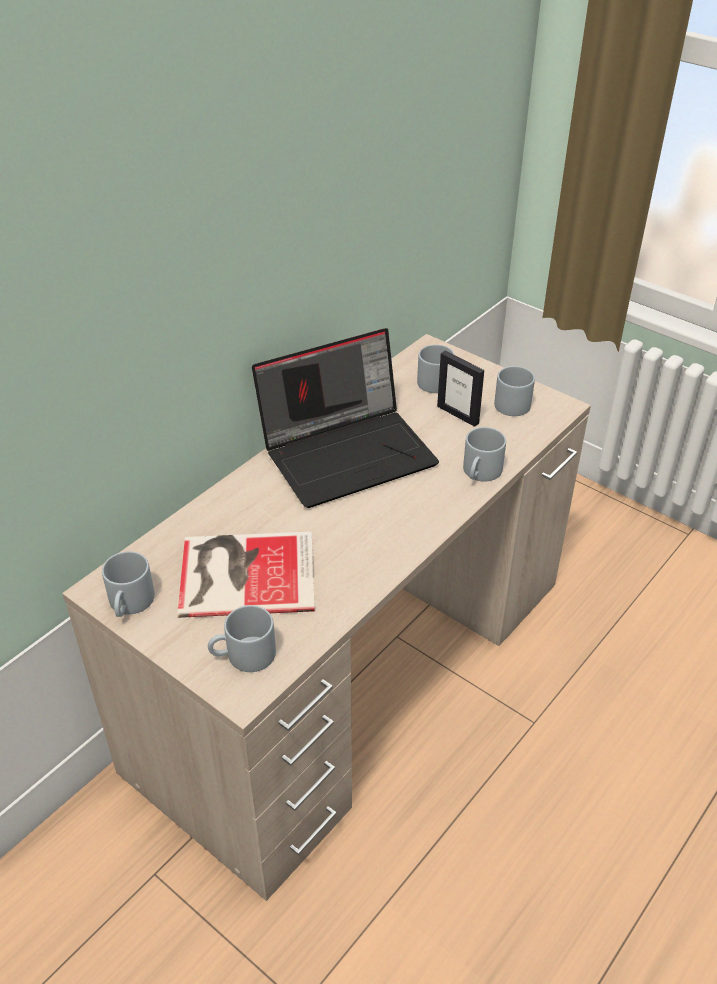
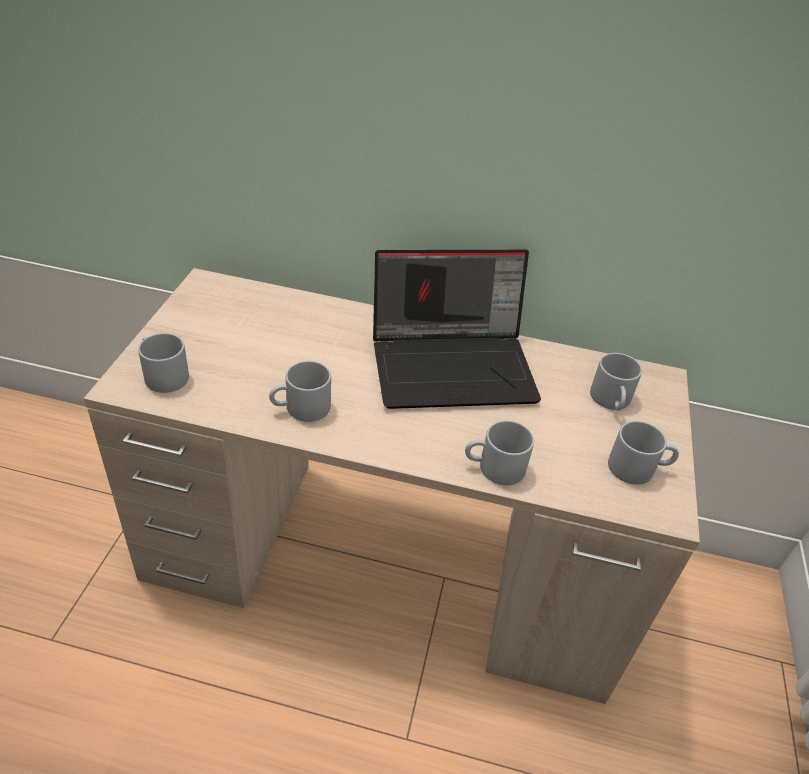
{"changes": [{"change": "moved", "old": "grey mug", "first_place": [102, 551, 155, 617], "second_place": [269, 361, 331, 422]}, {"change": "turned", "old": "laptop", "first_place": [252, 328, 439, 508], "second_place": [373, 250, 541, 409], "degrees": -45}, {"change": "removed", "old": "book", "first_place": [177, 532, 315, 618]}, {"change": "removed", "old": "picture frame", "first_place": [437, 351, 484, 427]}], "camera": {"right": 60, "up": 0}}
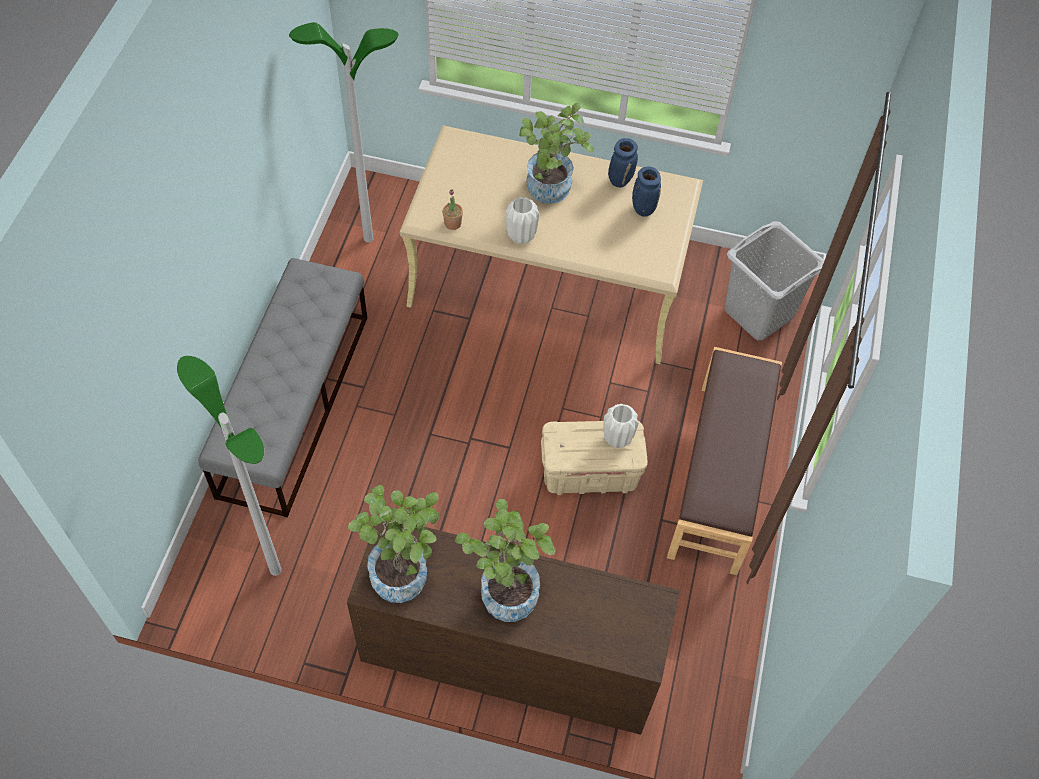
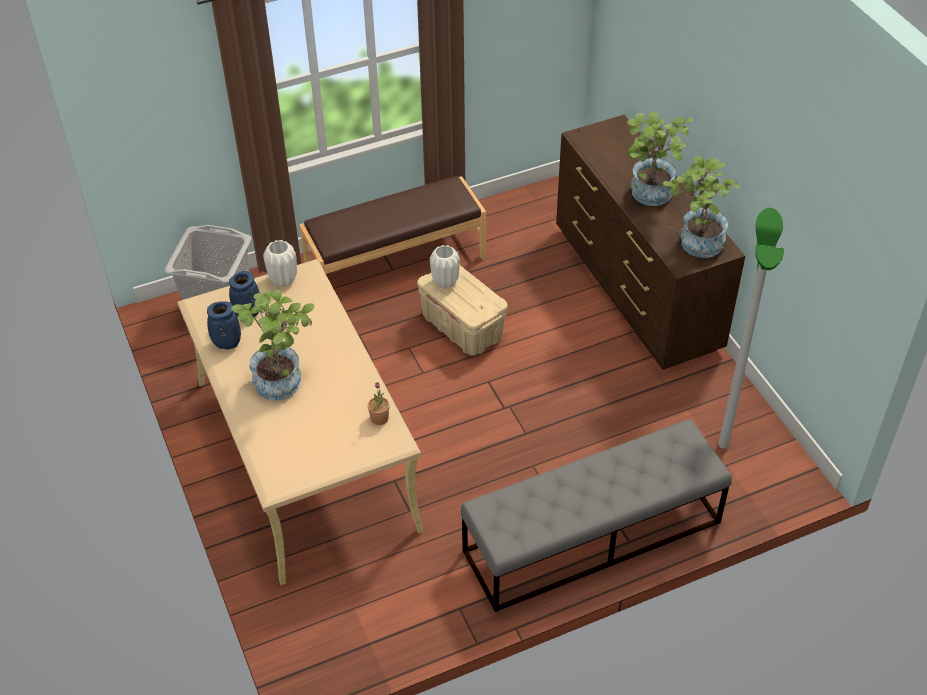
{"changes": [{"change": "moved", "old": "white vase", "first_place": [505, 197, 539, 244], "second_place": [263, 240, 297, 287]}, {"change": "removed", "old": "floor lamp", "first_place": [289, 22, 399, 242]}], "camera": {"right": -125, "up": -10}}
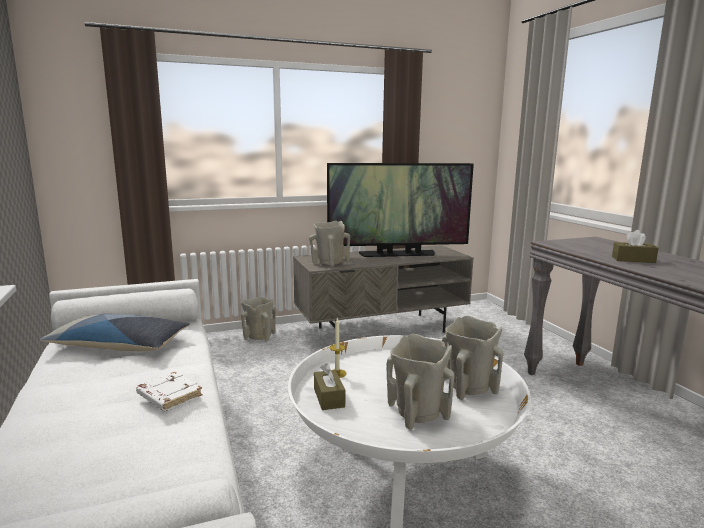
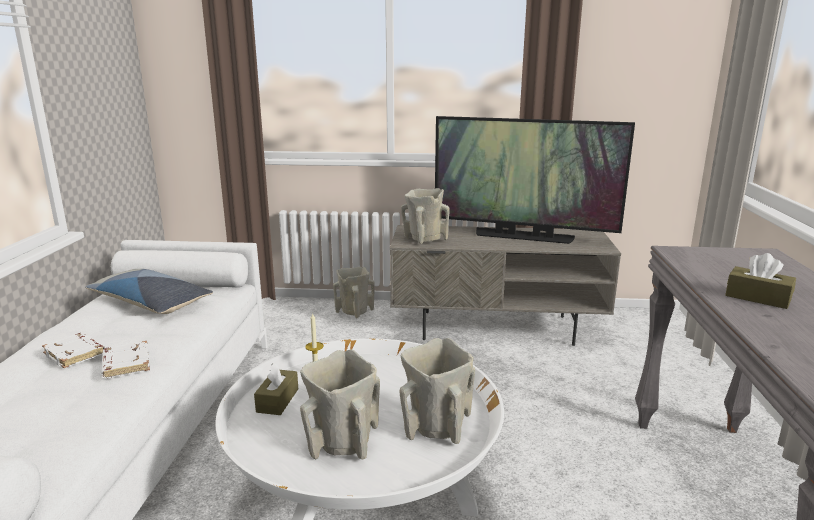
{"changes": [{"change": "added", "new": "white book", "second_place": [42, 333, 105, 368]}], "camera": {"right": 25, "up": 5}}
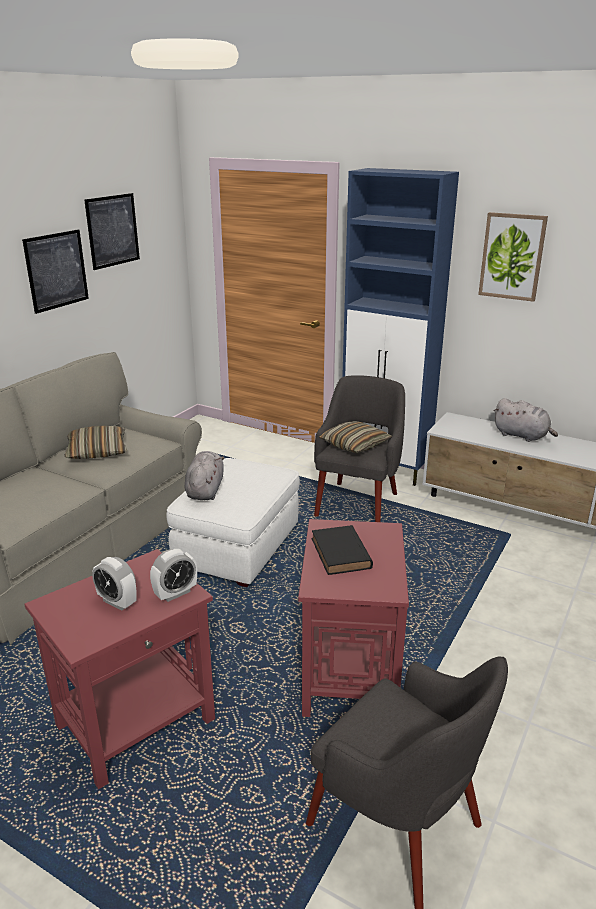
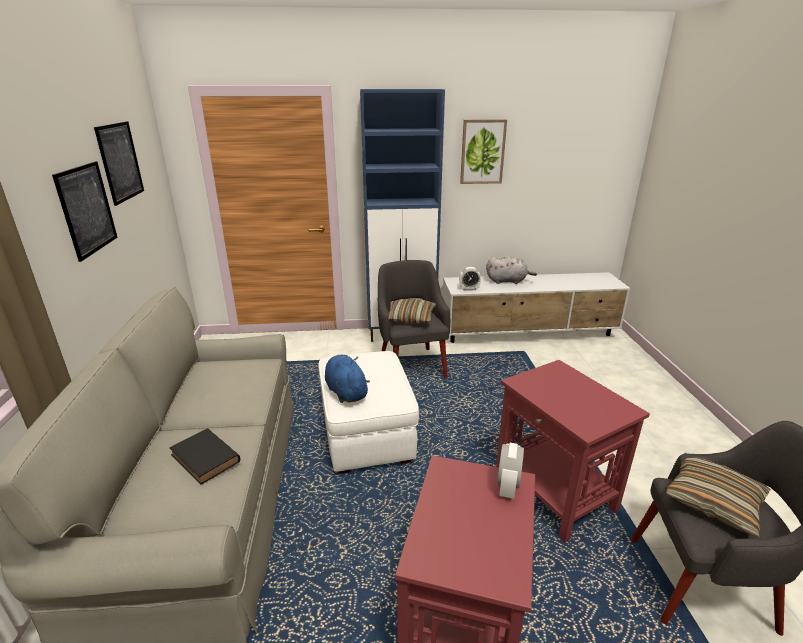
{"changes": [{"change": "moved", "old": "black book", "first_place": [312, 525, 373, 575], "second_place": [170, 428, 240, 485]}, {"change": "recoloured", "old": "grey plush toy", "new": "blue plush toy", "first_place": [184, 451, 224, 500], "second_place": [325, 355, 370, 403]}, {"change": "moved", "old": "alarm clock", "first_place": [92, 557, 137, 611], "second_place": [459, 267, 481, 290]}, {"change": "moved", "old": "pillow", "first_place": [65, 426, 127, 459], "second_place": [666, 453, 771, 537]}], "camera": {"right": -35, "up": 0}}
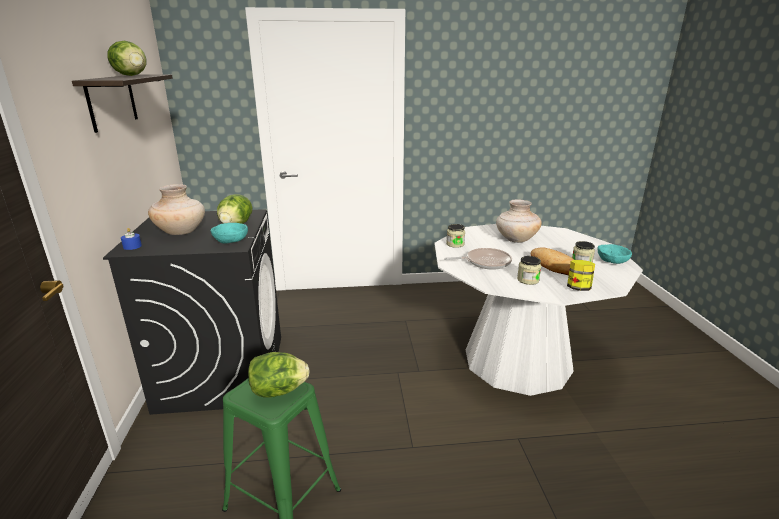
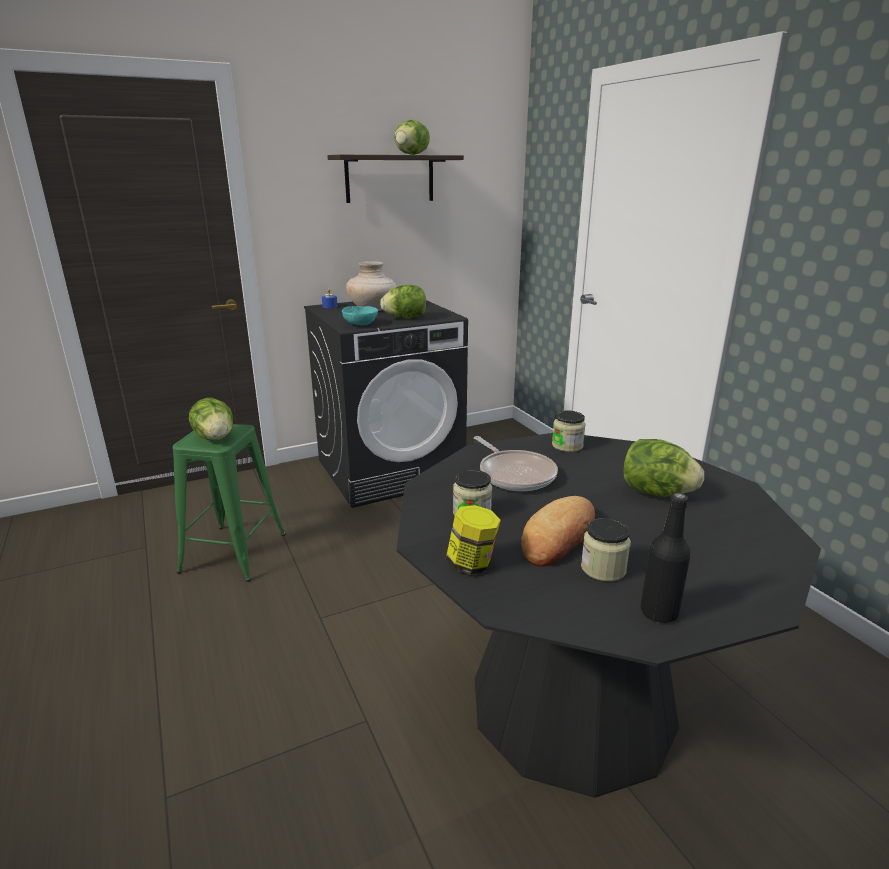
{"changes": [{"change": "recoloured", "old": "white dining table", "new": "black dining table", "first_place": [435, 224, 643, 396], "second_place": [397, 433, 821, 798]}, {"change": "replaced", "old": "beige vase", "new": "lettuce", "first_place": [496, 199, 542, 243], "second_place": [623, 439, 704, 497]}, {"change": "replaced", "old": "turquoise bowl", "new": "black bottle", "first_place": [597, 244, 632, 264], "second_place": [641, 493, 691, 623]}], "camera": {"right": 70, "up": 0}}
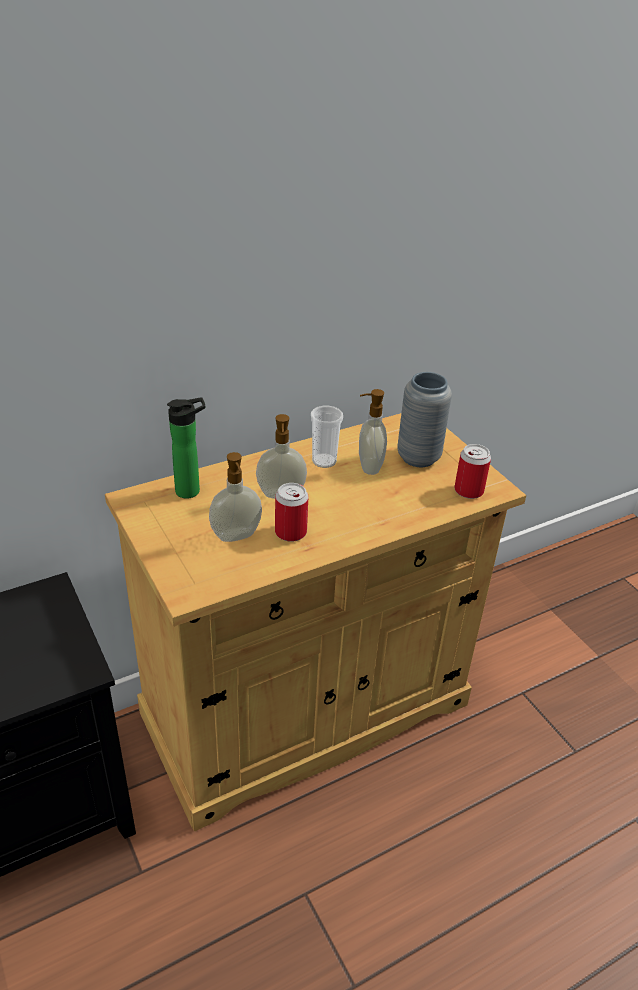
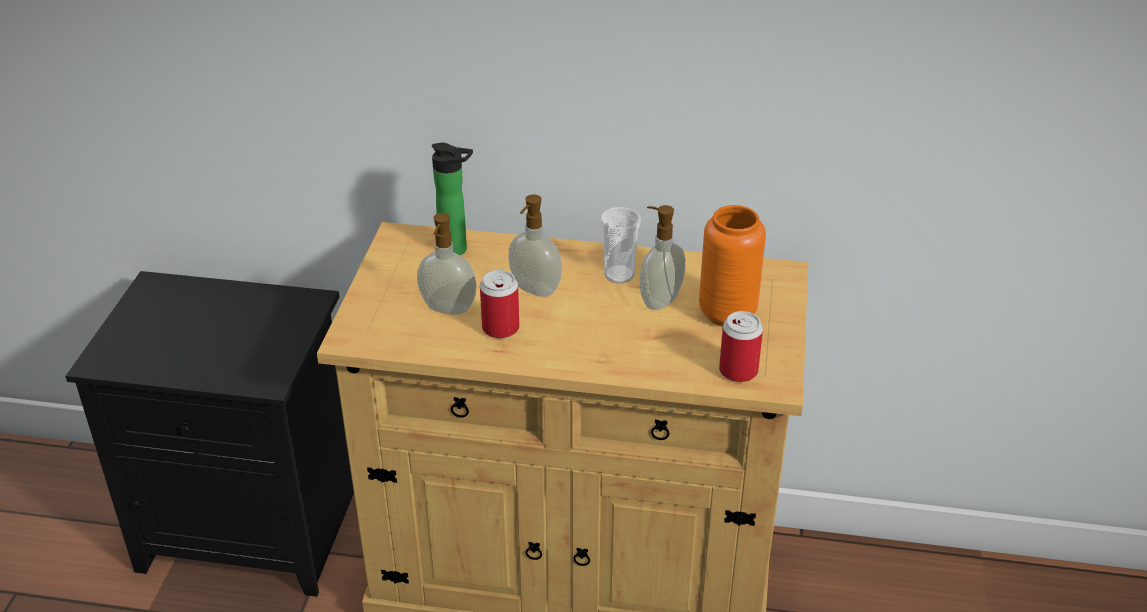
{"changes": [{"change": "recoloured", "old": "grey vase", "new": "orange vase", "first_place": [397, 372, 452, 467], "second_place": [699, 205, 766, 326]}], "camera": {"right": 40, "up": 0}}
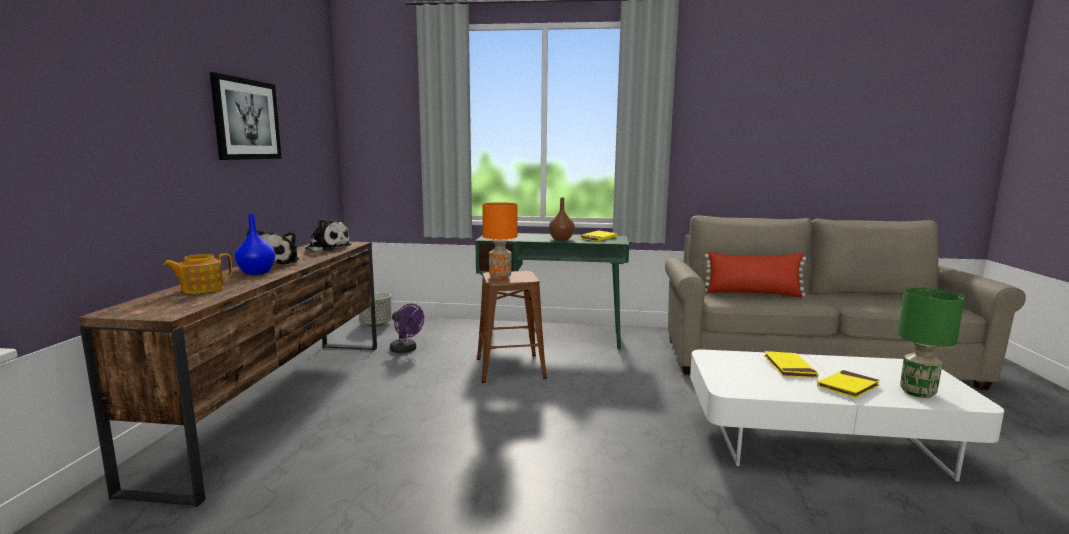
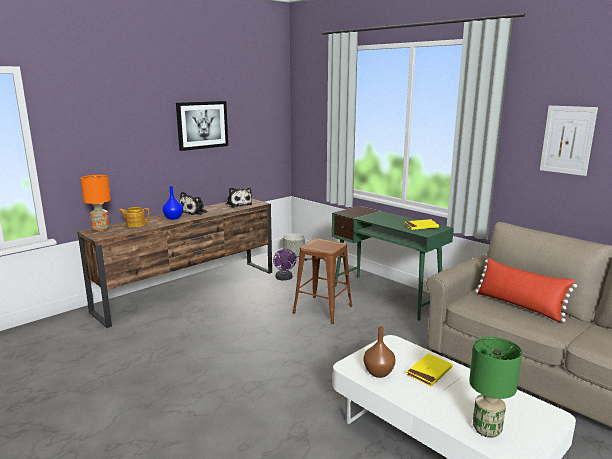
{"changes": [{"change": "moved", "old": "orange table lamp", "first_place": [482, 202, 517, 279], "second_place": [80, 175, 111, 232]}, {"change": "moved", "old": "brown vase", "first_place": [549, 197, 575, 241], "second_place": [364, 326, 395, 378]}, {"change": "added", "new": "picture", "second_place": [540, 106, 598, 176]}, {"change": "removed", "old": "yellow book", "first_place": [817, 370, 880, 398]}], "camera": {"right": 40, "up": 5}}
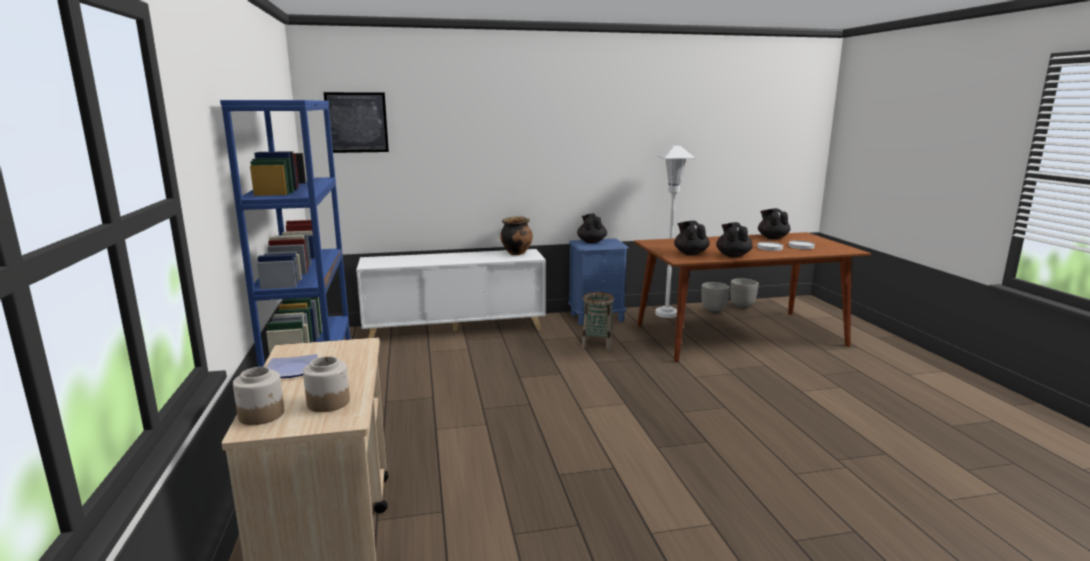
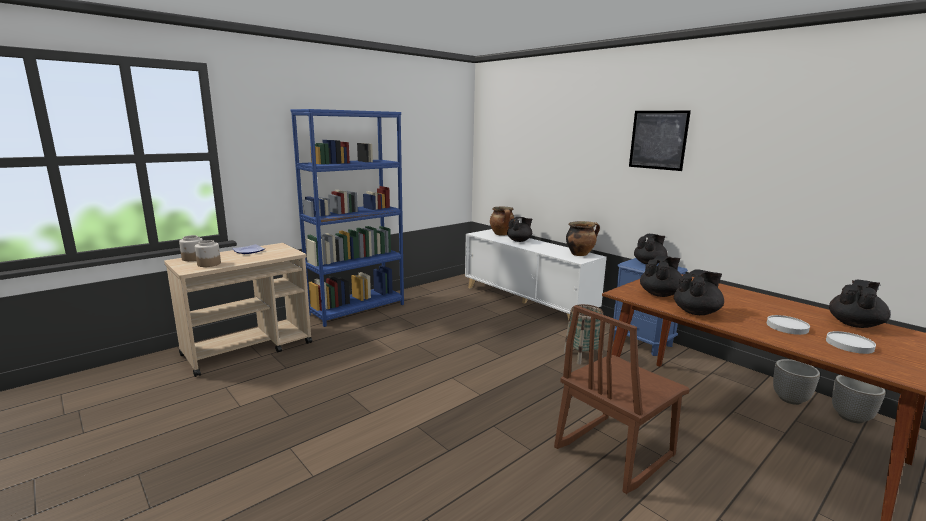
{"changes": [{"change": "added", "new": "cooking pot", "second_place": [490, 207, 515, 236]}, {"change": "added", "new": "black teapot", "second_place": [507, 217, 532, 242]}, {"change": "added", "new": "brown chair", "second_place": [554, 305, 690, 494]}, {"change": "moved", "old": "picture", "first_place": [324, 92, 389, 153], "second_place": [629, 111, 691, 171]}, {"change": "removed", "old": "white floor lamp", "first_place": [655, 146, 696, 318]}], "camera": {"right": 60, "up": 0}}
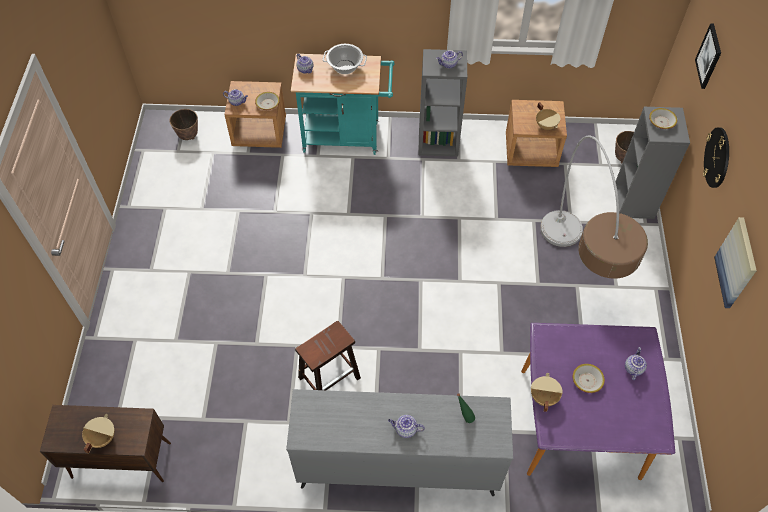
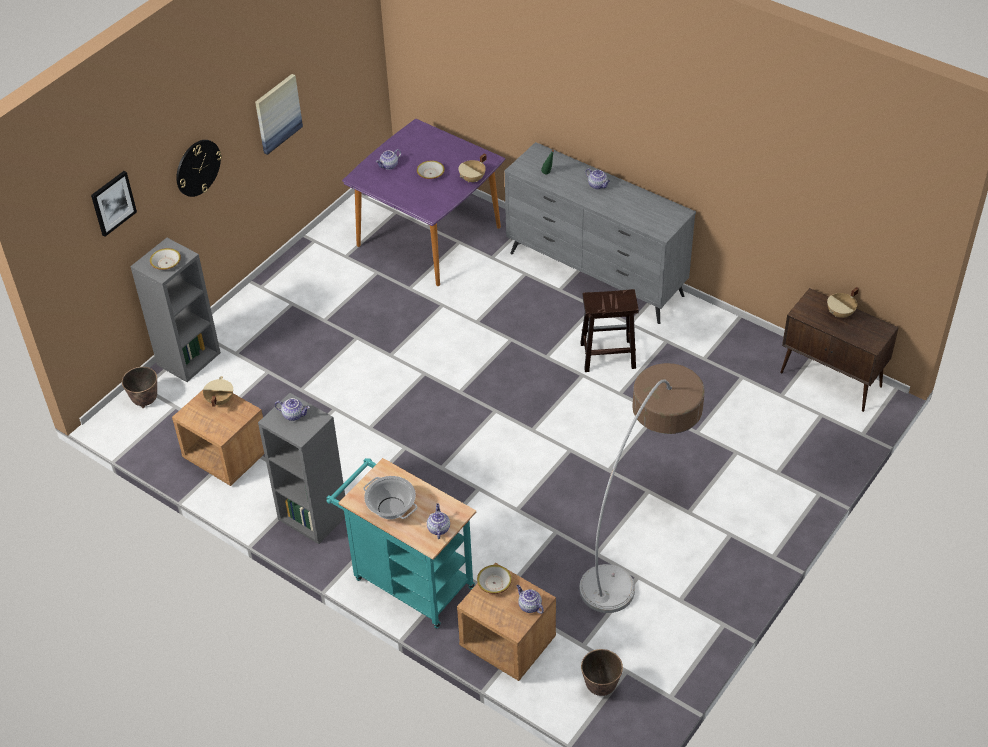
{"changes": [{"change": "moved", "old": "floor lamp", "first_place": [540, 136, 648, 279], "second_place": [579, 363, 705, 613]}], "camera": {"right": -145, "up": -10}}
